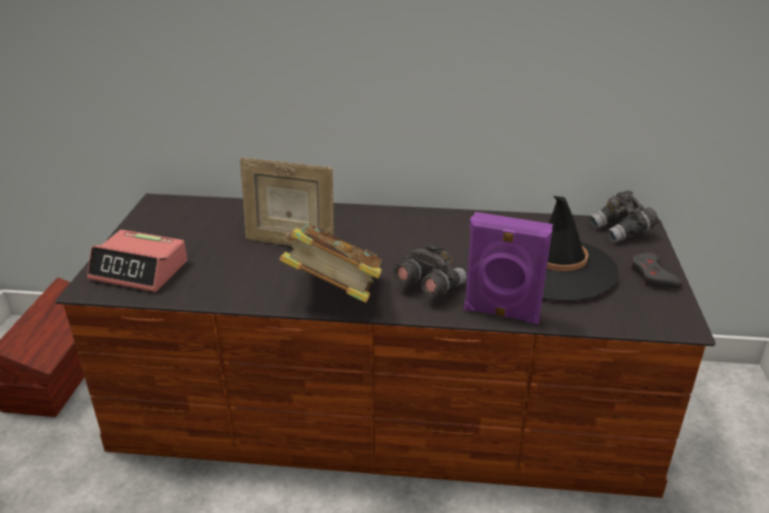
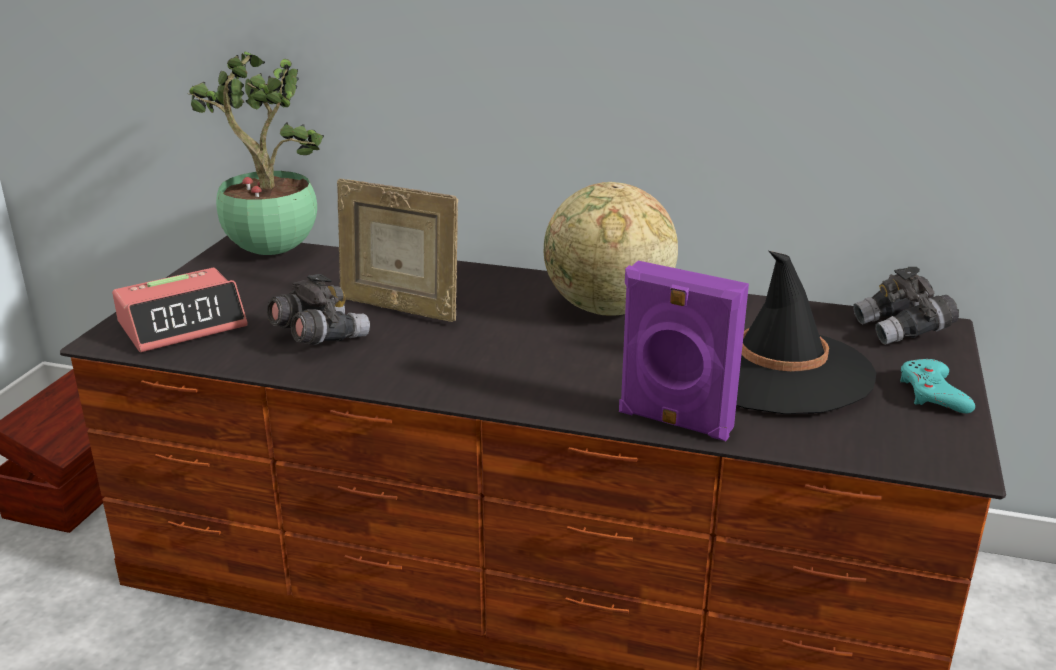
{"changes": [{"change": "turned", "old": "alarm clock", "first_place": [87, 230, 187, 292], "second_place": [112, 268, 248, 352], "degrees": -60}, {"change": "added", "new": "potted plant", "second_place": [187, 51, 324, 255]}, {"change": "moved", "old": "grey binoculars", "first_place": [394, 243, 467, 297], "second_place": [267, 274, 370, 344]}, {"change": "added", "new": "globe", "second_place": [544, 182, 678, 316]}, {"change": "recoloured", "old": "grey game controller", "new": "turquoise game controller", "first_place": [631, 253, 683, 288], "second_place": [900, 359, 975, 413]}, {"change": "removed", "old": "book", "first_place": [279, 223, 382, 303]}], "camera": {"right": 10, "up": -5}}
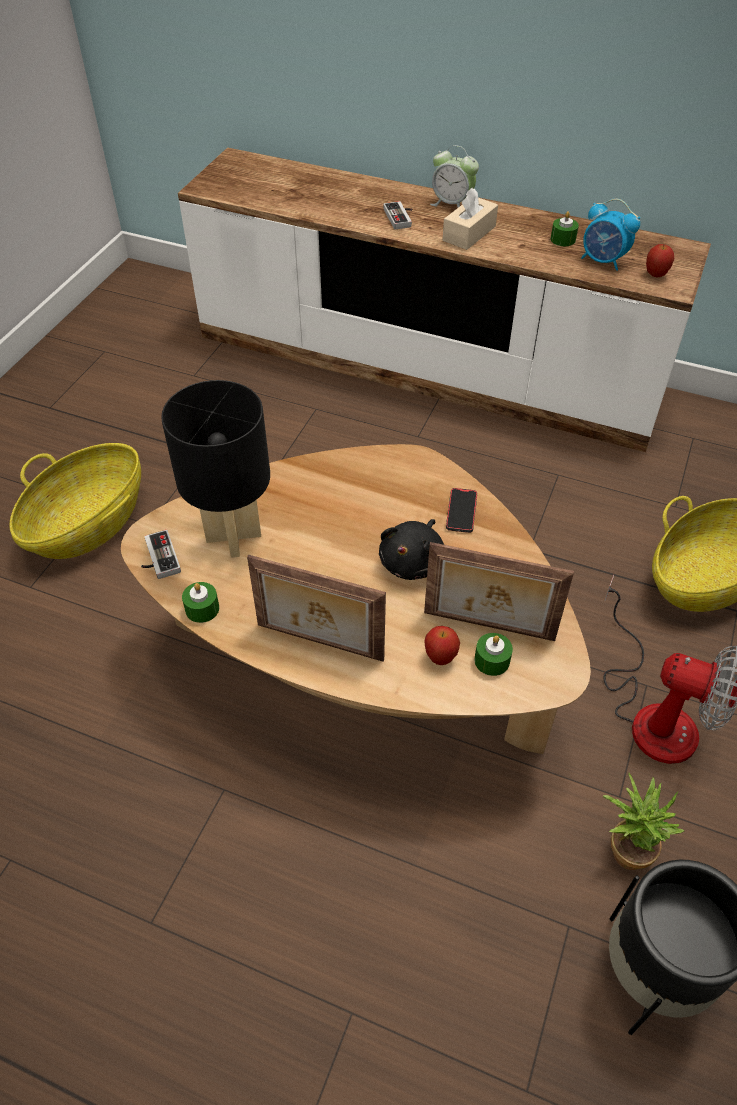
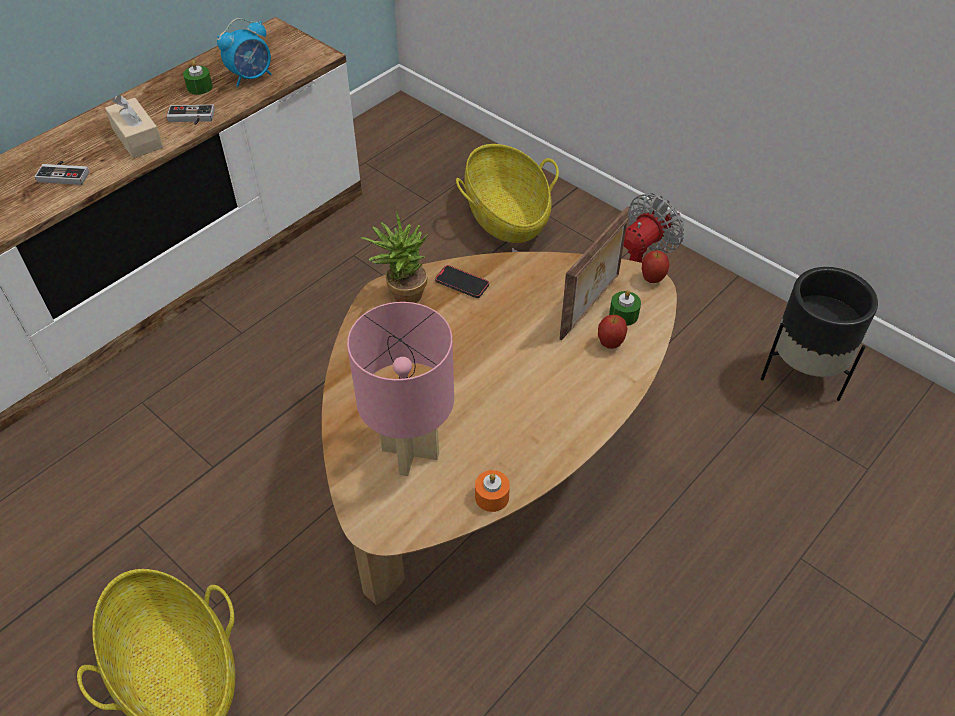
{"changes": [{"change": "moved", "old": "game controller", "first_place": [141, 530, 181, 579], "second_place": [167, 105, 215, 125]}, {"change": "recoloured", "old": "black table lamp", "new": "pink table lamp", "first_place": [161, 380, 270, 558], "second_place": [347, 302, 454, 476]}, {"change": "moved", "old": "potted plant", "first_place": [603, 773, 684, 870], "second_place": [361, 211, 428, 303]}, {"change": "recoloured", "old": "green candle", "new": "orange candle", "first_place": [182, 582, 219, 623], "second_place": [475, 470, 510, 512]}, {"change": "moved", "old": "apple", "first_place": [646, 244, 674, 277], "second_place": [642, 250, 670, 283]}, {"change": "removed", "old": "picture frame", "first_place": [247, 555, 386, 662]}, {"change": "removed", "old": "black plush toy", "first_place": [379, 519, 444, 580]}, {"change": "removed", "old": "alarm clock", "first_place": [430, 145, 479, 208]}], "camera": {"right": -70, "up": 0}}
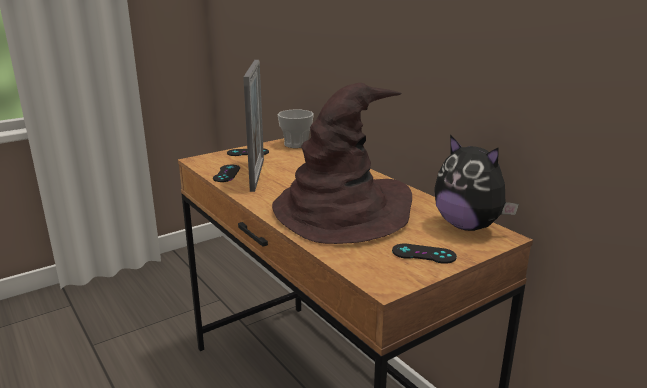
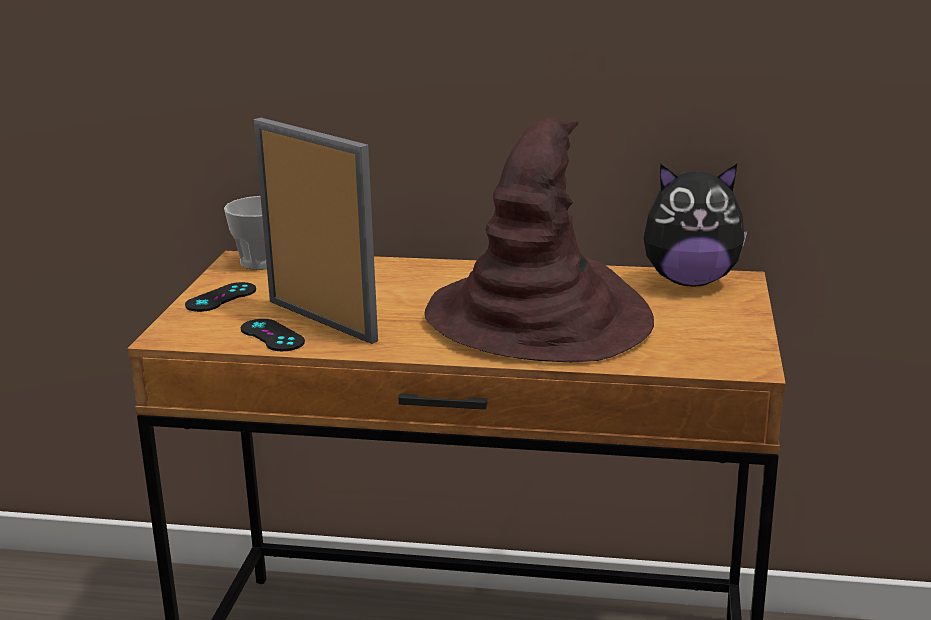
{"changes": [{"change": "removed", "old": "black game controller", "first_place": [392, 243, 457, 264]}], "camera": {"right": -45, "up": 0}}
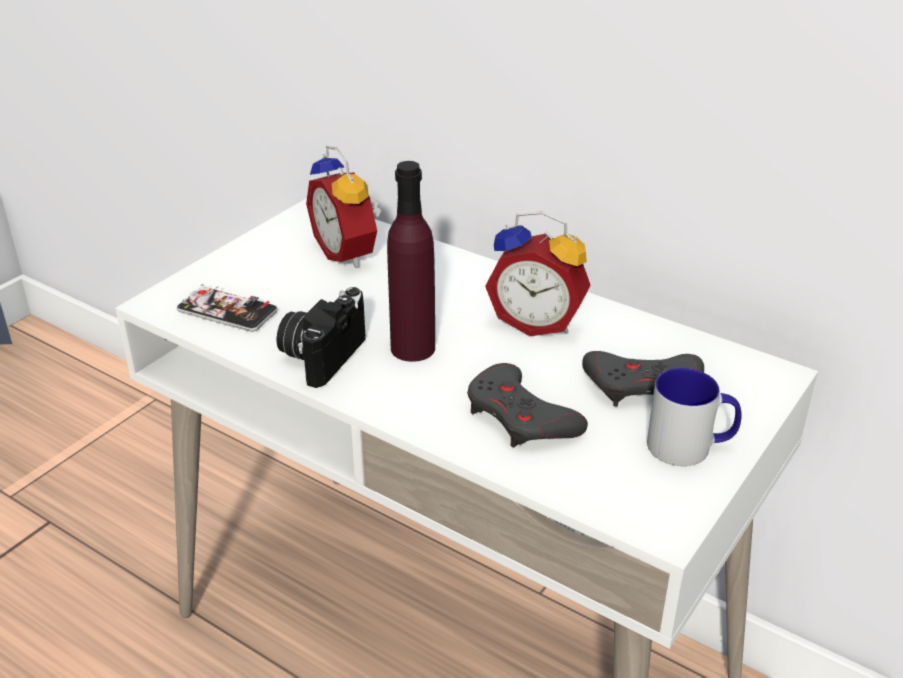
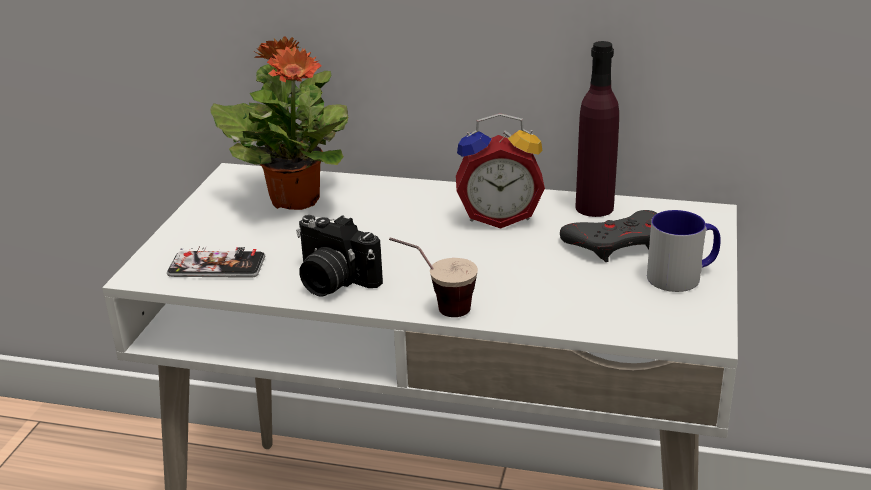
{"changes": [{"change": "replaced", "old": "alarm clock", "new": "potted plant", "first_place": [306, 145, 381, 268], "second_place": [210, 36, 348, 210]}, {"change": "turned", "old": "photo camera", "first_place": [276, 287, 366, 388], "second_place": [296, 215, 383, 297], "degrees": -60}, {"change": "added", "new": "cup", "second_place": [389, 237, 478, 317]}, {"change": "moved", "old": "purple bottle", "first_place": [387, 161, 435, 362], "second_place": [575, 41, 619, 217]}, {"change": "removed", "old": "grey game controller", "first_place": [467, 363, 588, 447]}], "camera": {"right": -20, "up": -5}}
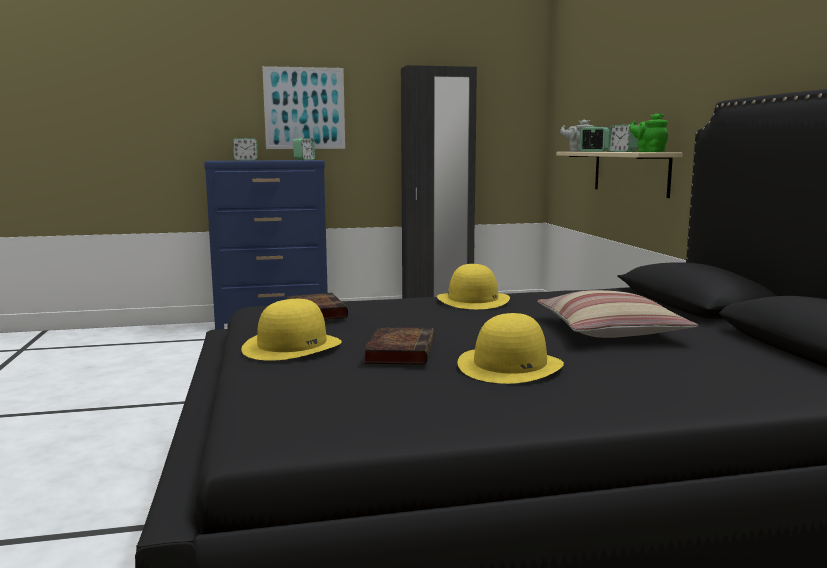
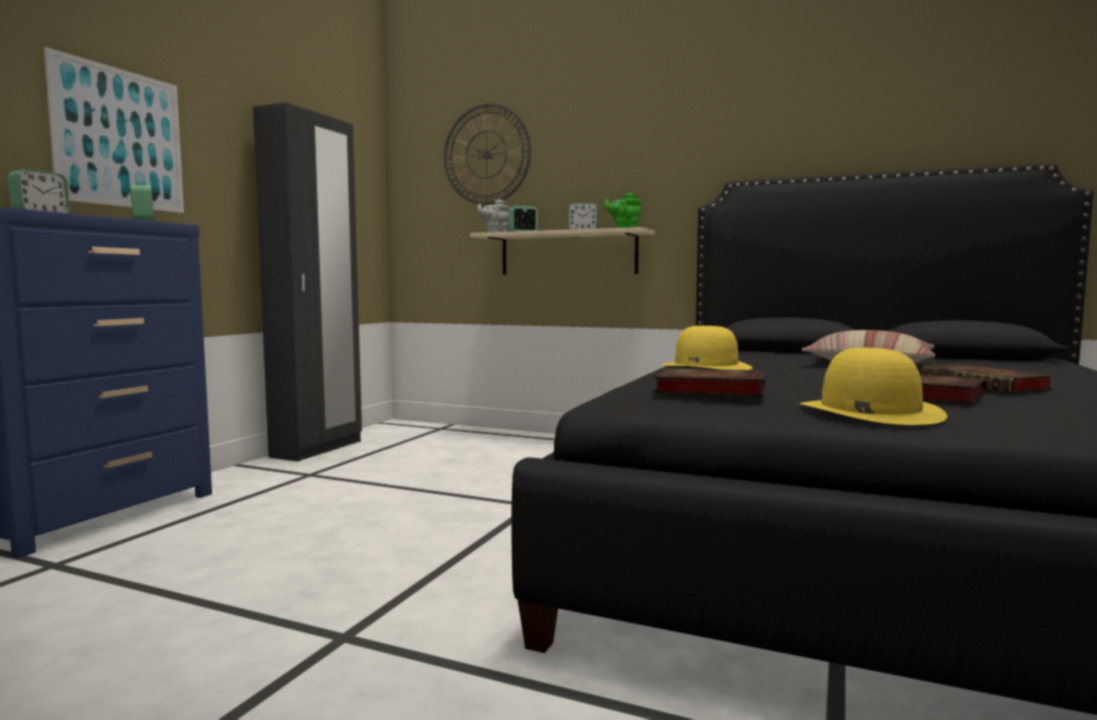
{"changes": [{"change": "added", "new": "wall clock", "second_place": [444, 104, 531, 205]}, {"change": "replaced", "old": "yellow hat", "new": "book", "first_place": [458, 313, 564, 384], "second_place": [921, 364, 1056, 393]}], "camera": {"right": -55, "up": -5}}
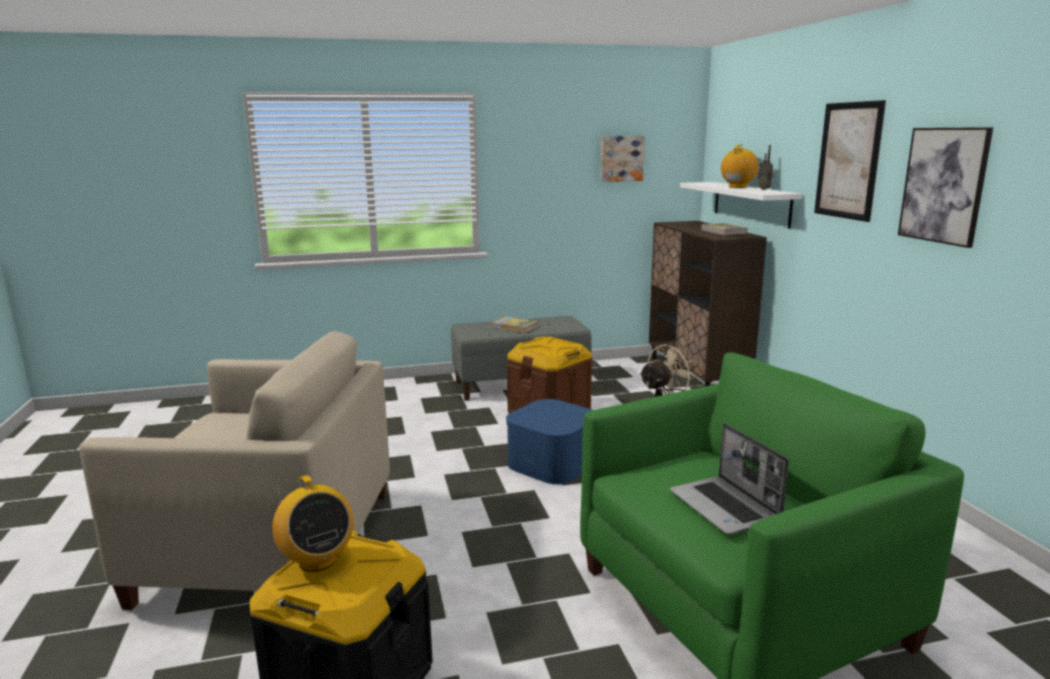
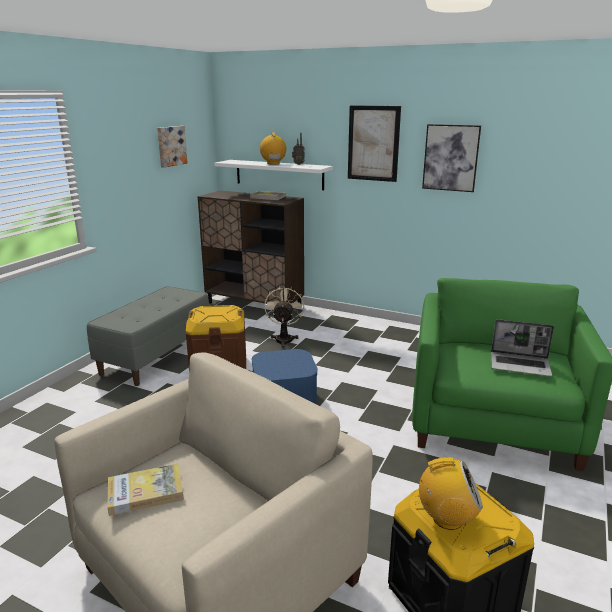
{"changes": [{"change": "moved", "old": "book", "first_place": [491, 316, 538, 333], "second_place": [108, 464, 184, 516]}], "camera": {"right": -50, "up": 5}}
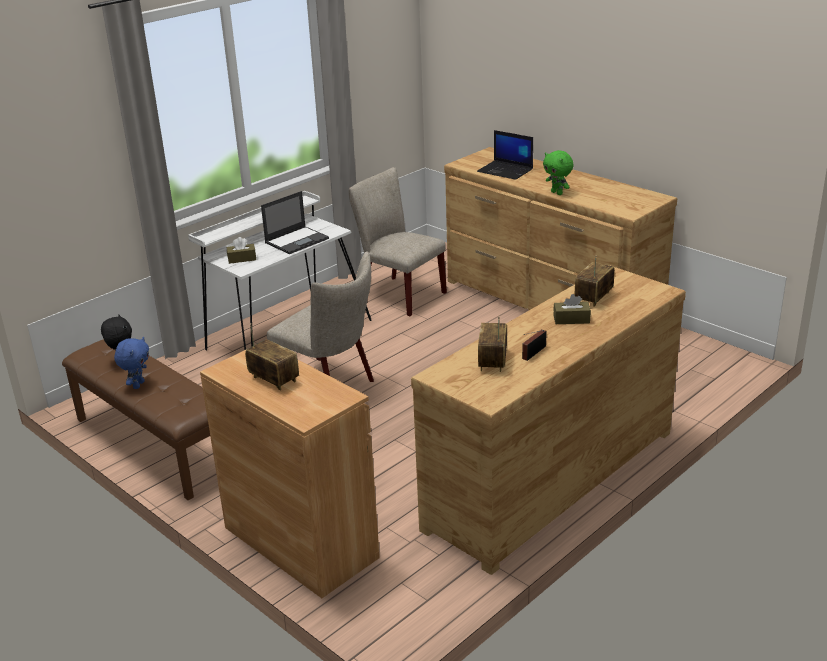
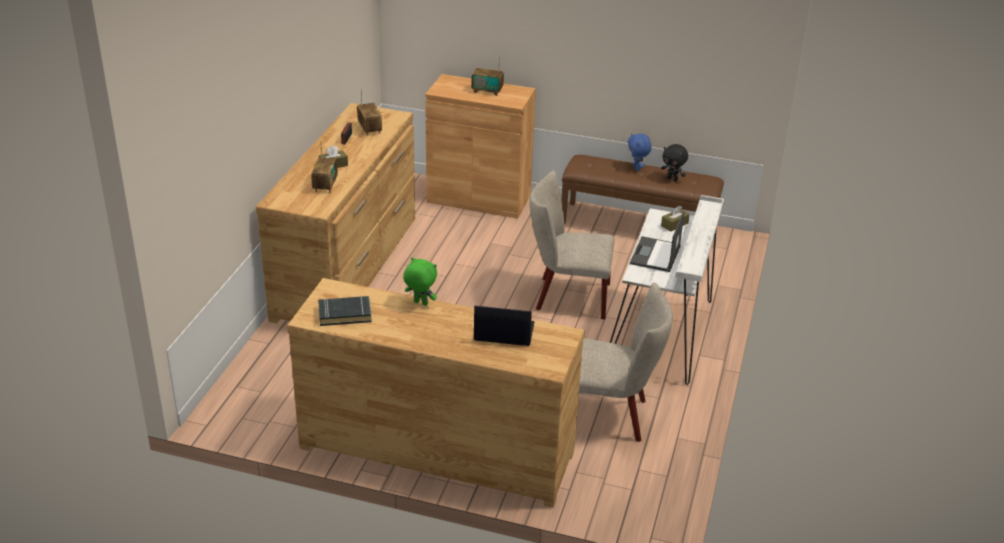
{"changes": [{"change": "added", "new": "black book", "second_place": [318, 296, 372, 326]}], "camera": {"right": 150, "up": 5}}
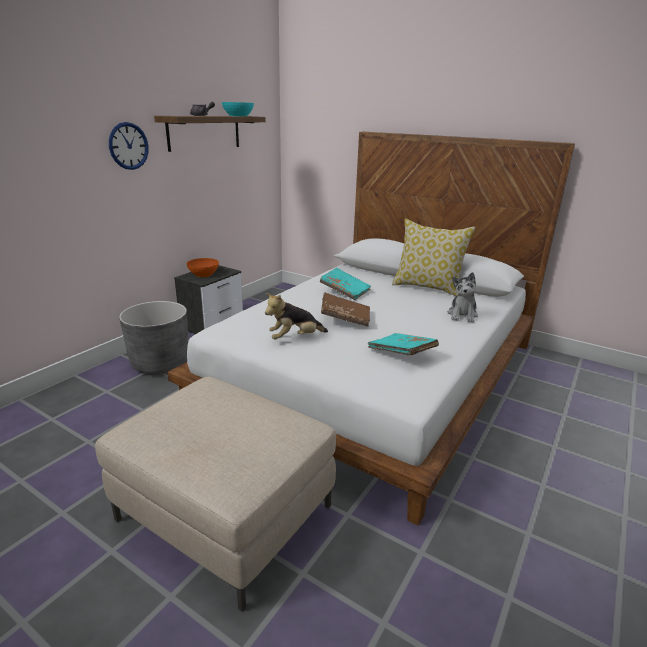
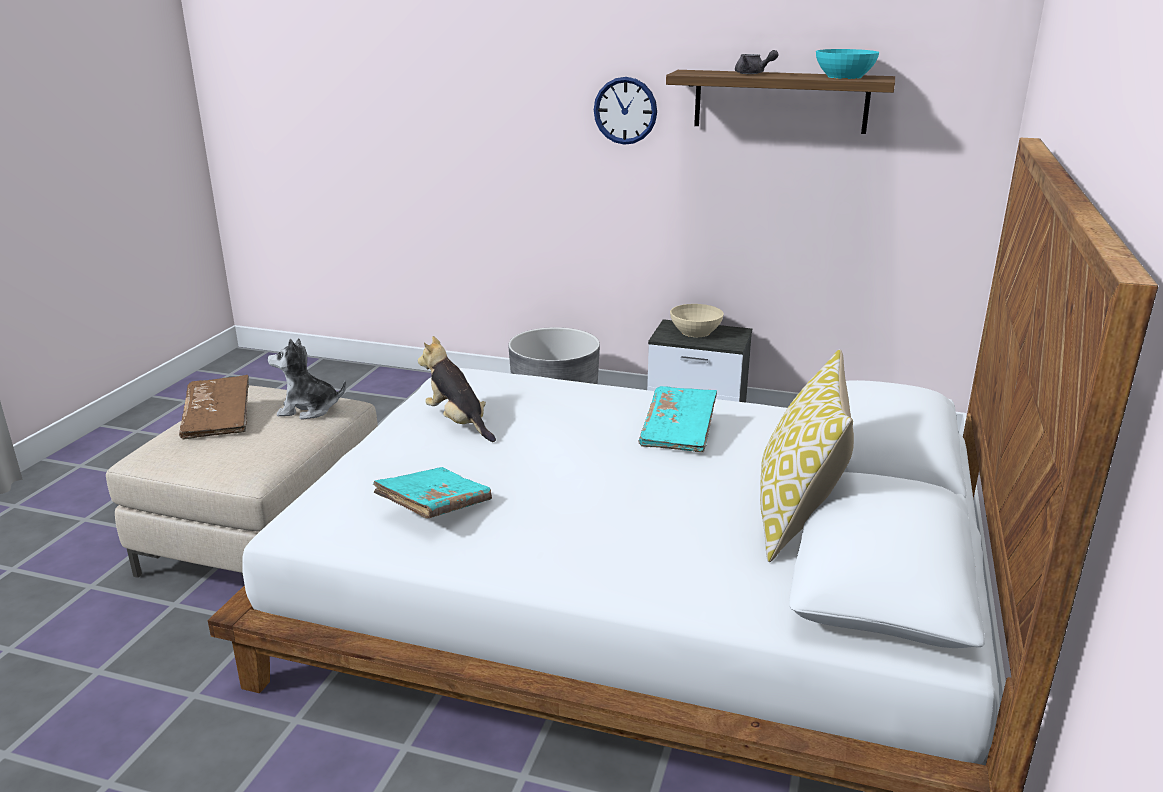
{"changes": [{"change": "moved", "old": "brown book", "first_place": [321, 293, 370, 327], "second_place": [179, 375, 249, 440]}, {"change": "moved", "old": "plush toy", "first_place": [448, 272, 478, 322], "second_place": [268, 338, 346, 420]}, {"change": "recoloured", "old": "orange bowl", "new": "beige bowl", "first_place": [187, 258, 219, 277], "second_place": [670, 304, 724, 337]}], "camera": {"right": 75, "up": 0}}
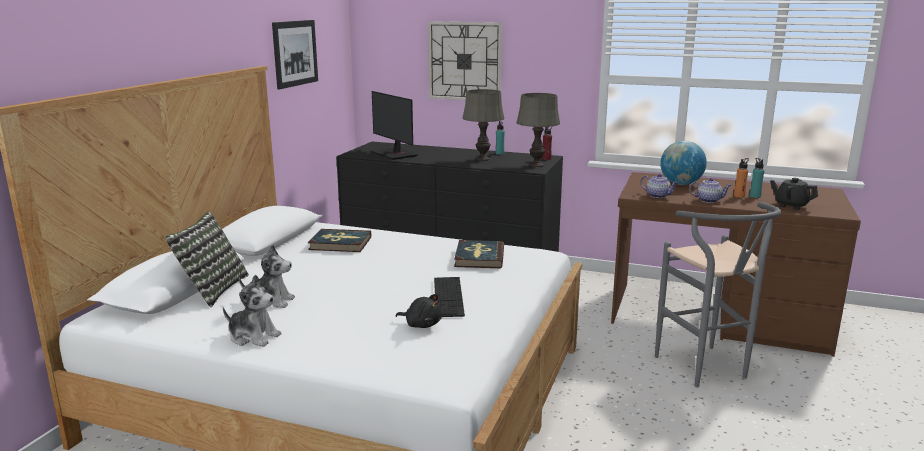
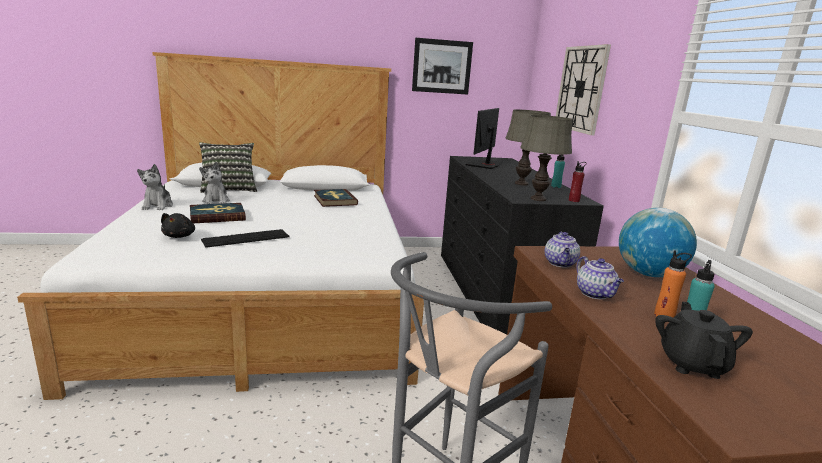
{"changes": [{"change": "moved", "old": "book", "first_place": [454, 240, 504, 268], "second_place": [190, 203, 246, 224]}], "camera": {"right": 60, "up": 0}}
